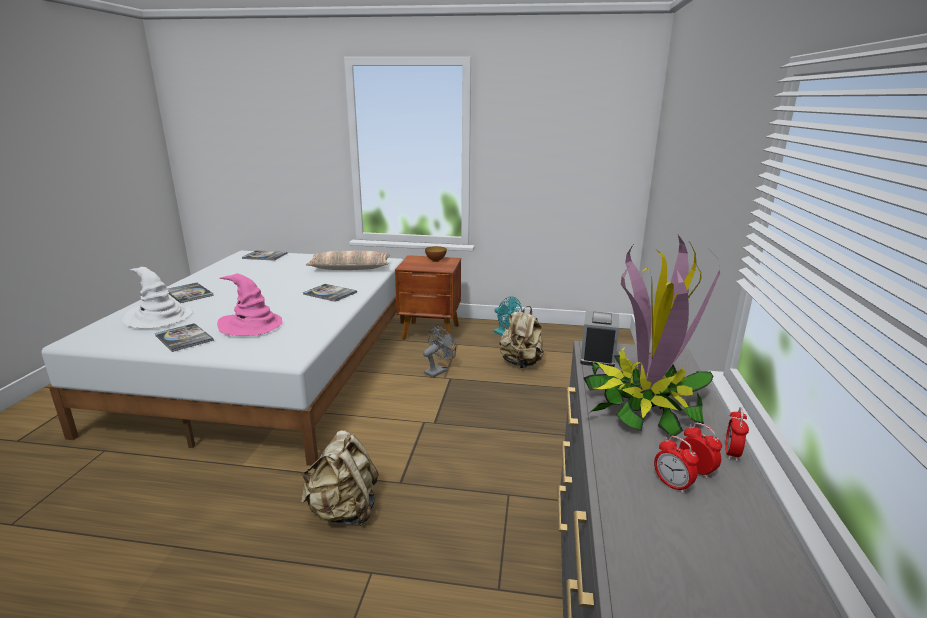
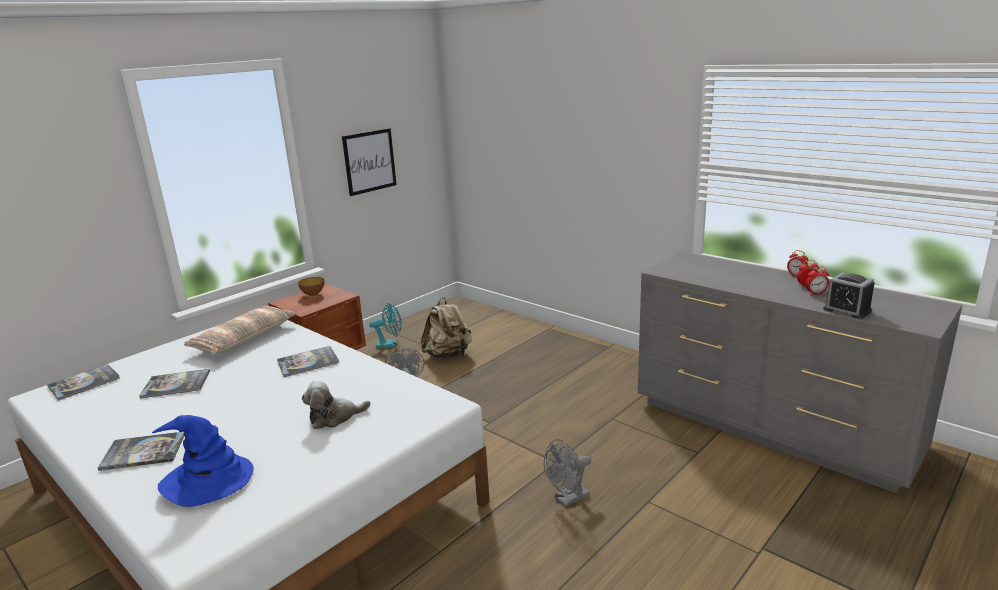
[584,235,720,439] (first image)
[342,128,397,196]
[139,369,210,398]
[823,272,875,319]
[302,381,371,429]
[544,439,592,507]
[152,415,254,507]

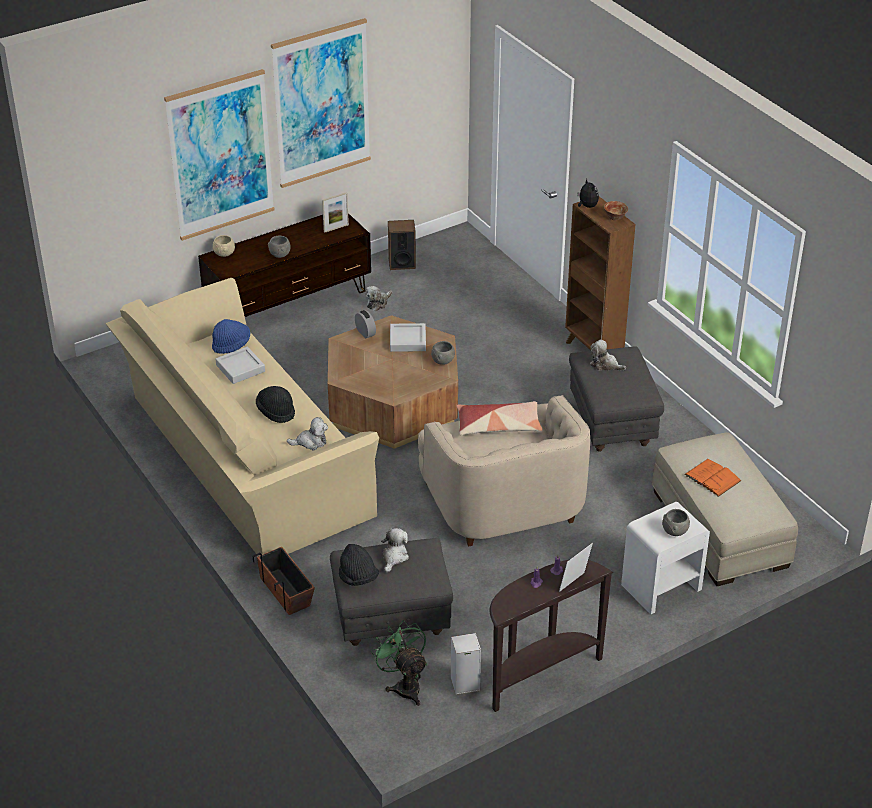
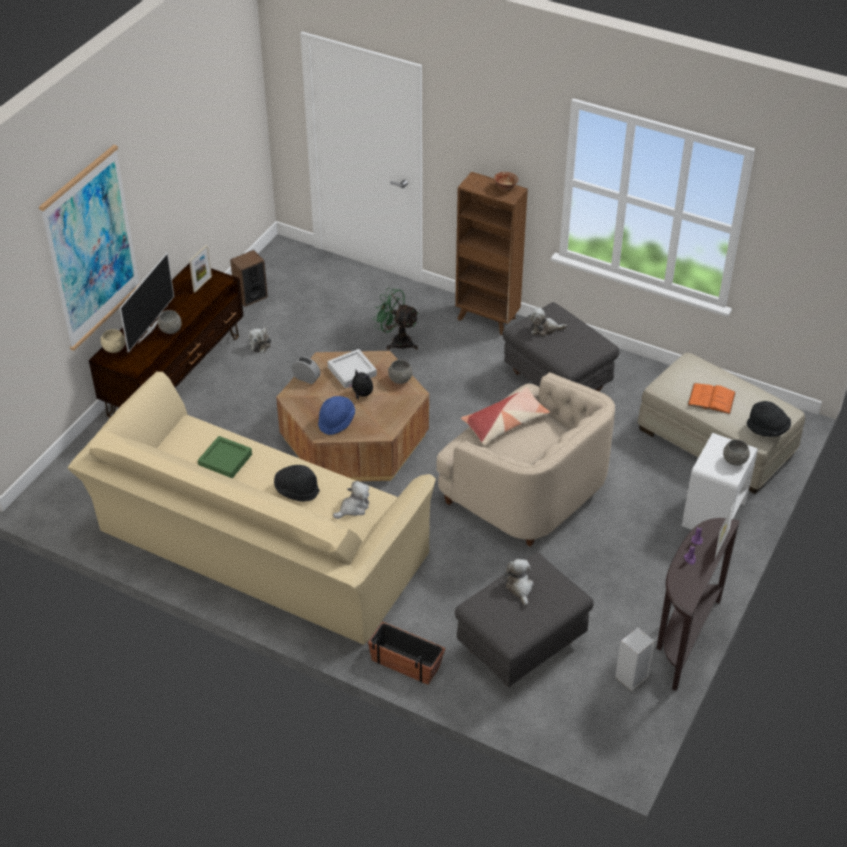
[271,18,371,188] (first image)
[120,253,174,353]
[318,396,355,435]
[747,401,791,437]
[373,288,419,350]
[348,370,373,400]
[198,436,252,479]

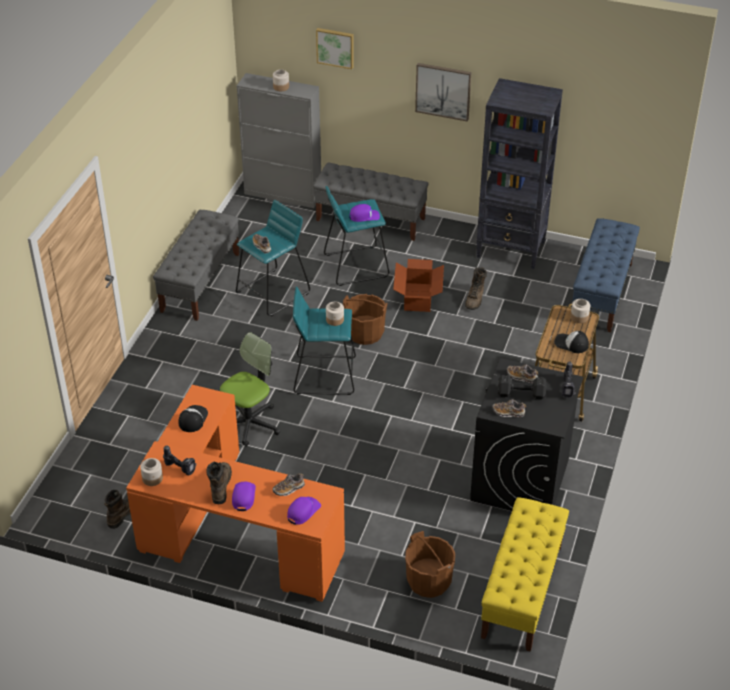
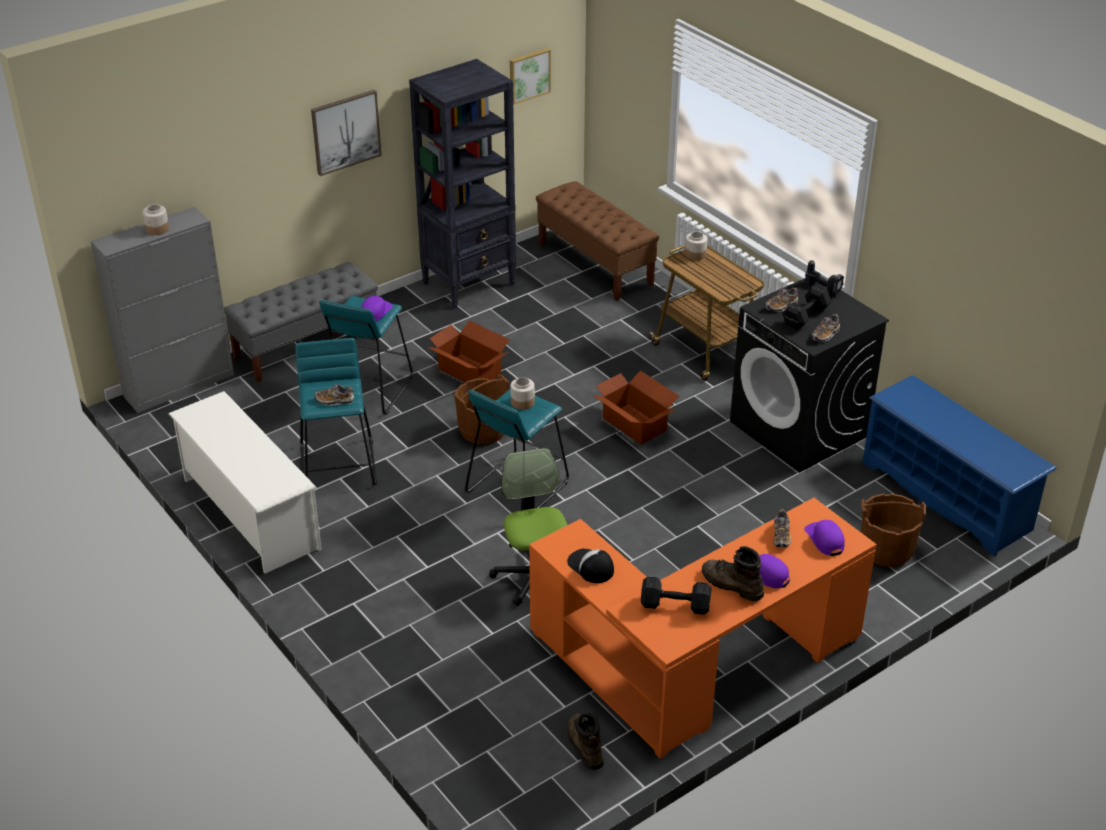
[140,458,163,486] (first image)
[465,267,487,310] (first image)
[554,331,589,353] (first image)
[592,370,679,445]
[510,48,551,104]
[169,391,322,574]
[641,576,711,615]
[862,375,1057,557]
[536,181,659,301]

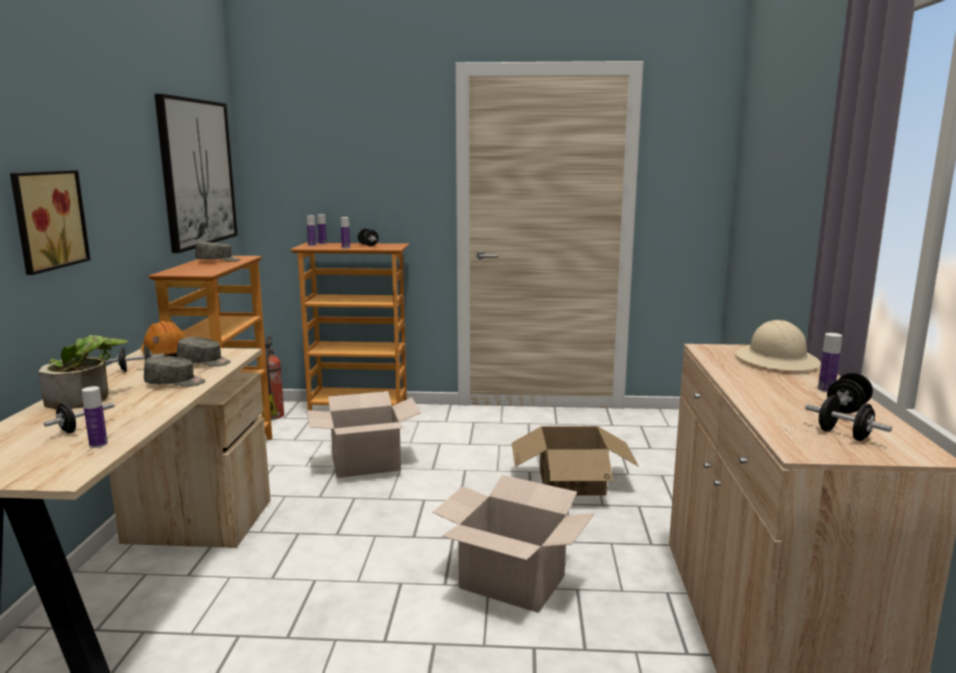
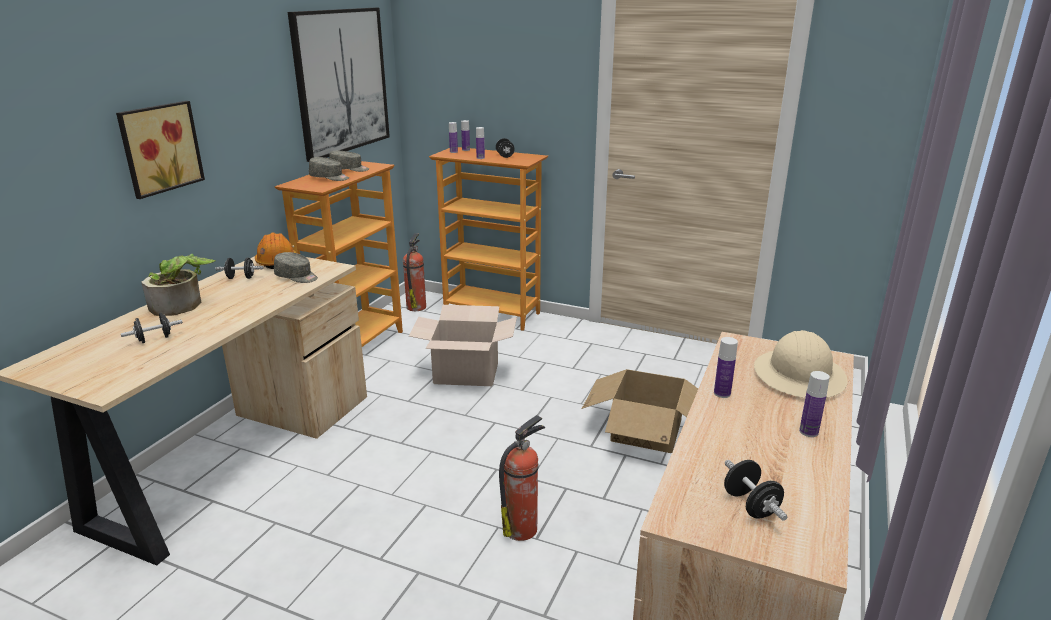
[827,373,873,413] (first image)
[714,337,738,398]
[309,157,349,181]
[499,415,545,541]

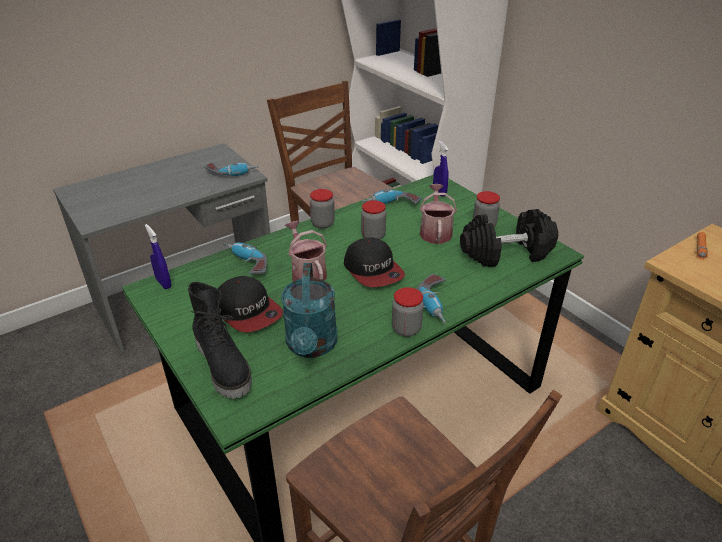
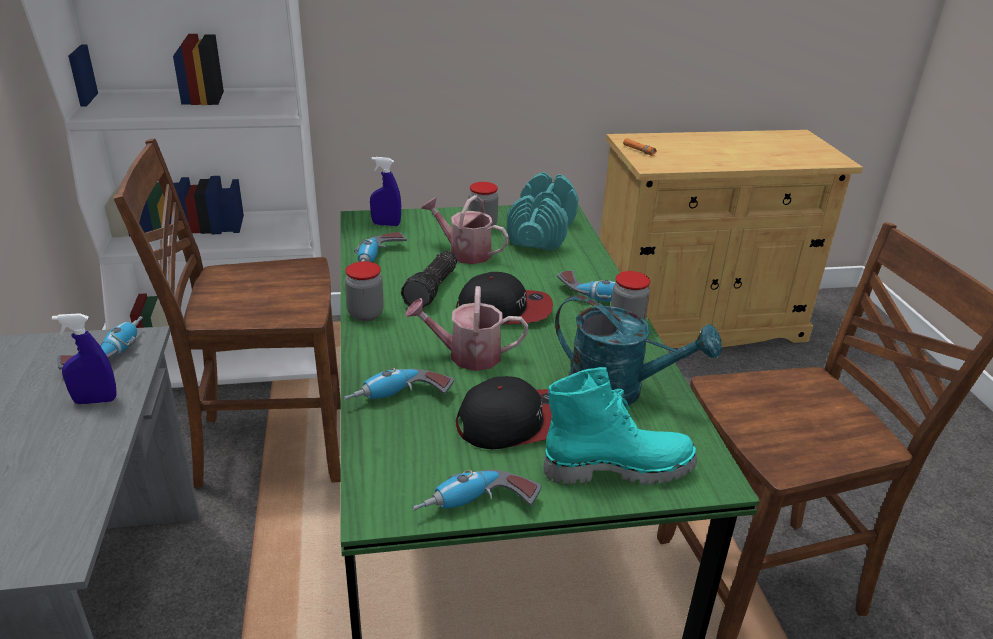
[413,470,541,511]
[52,313,117,405]
[401,251,457,308]
[544,367,697,485]
[507,172,579,251]

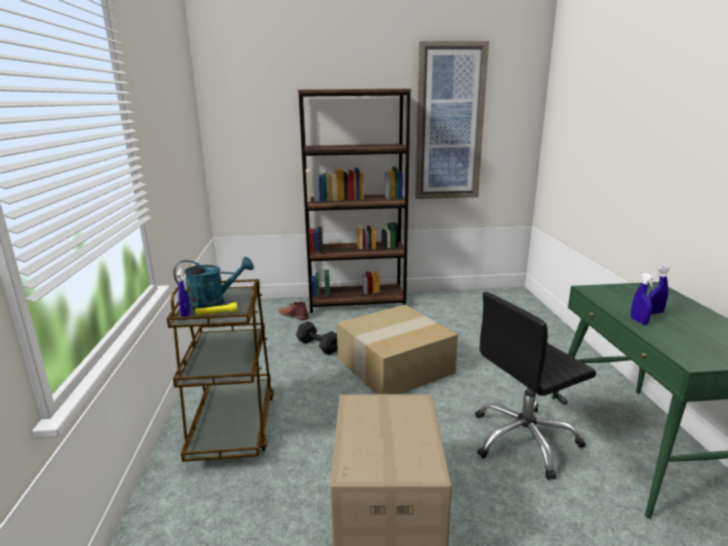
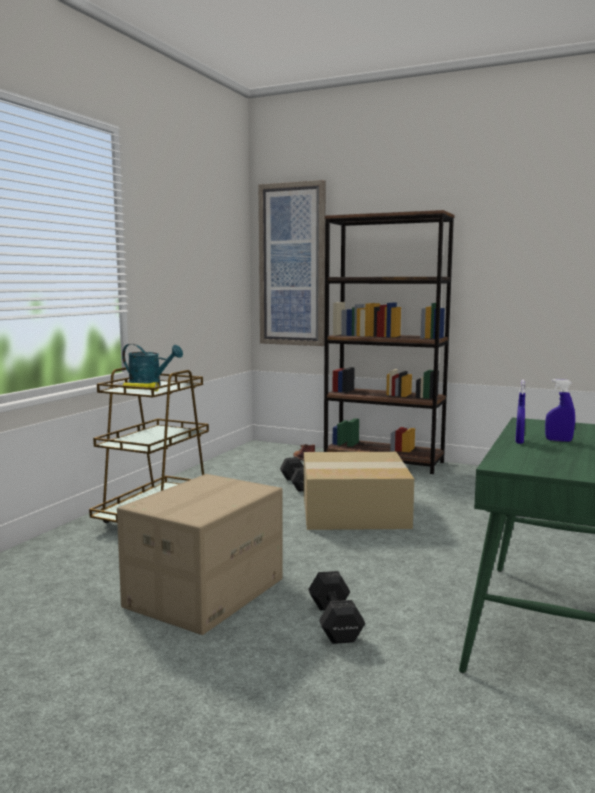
[177,268,190,320] (first image)
[475,292,596,480] (first image)
[308,571,365,644]
[258,180,326,346]

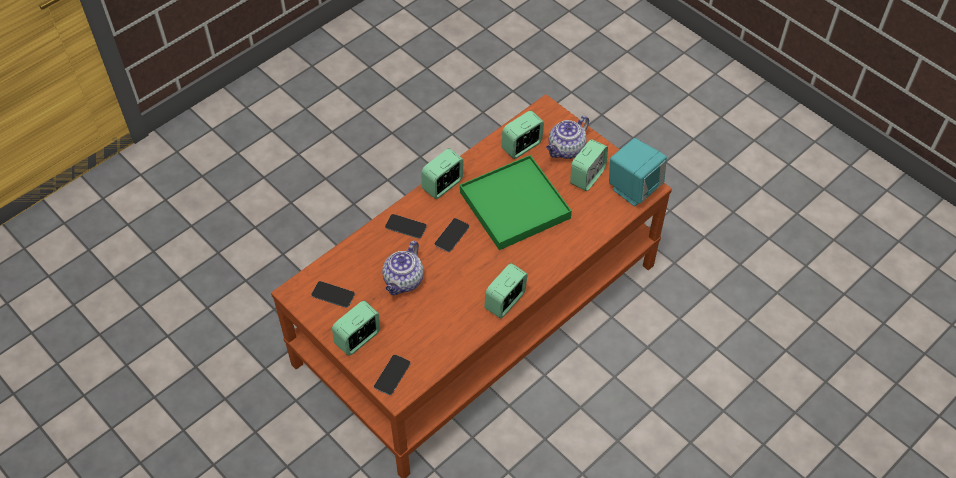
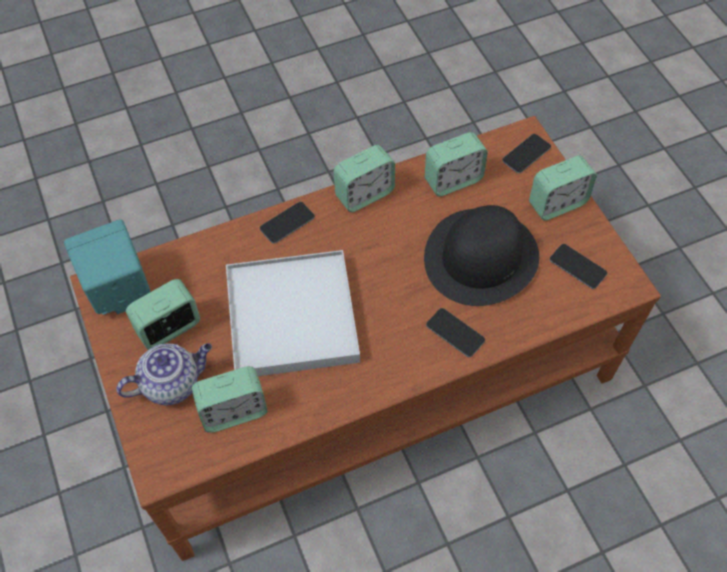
[425,132,488,196]
[260,202,315,244]
[424,205,539,306]
[226,250,360,376]

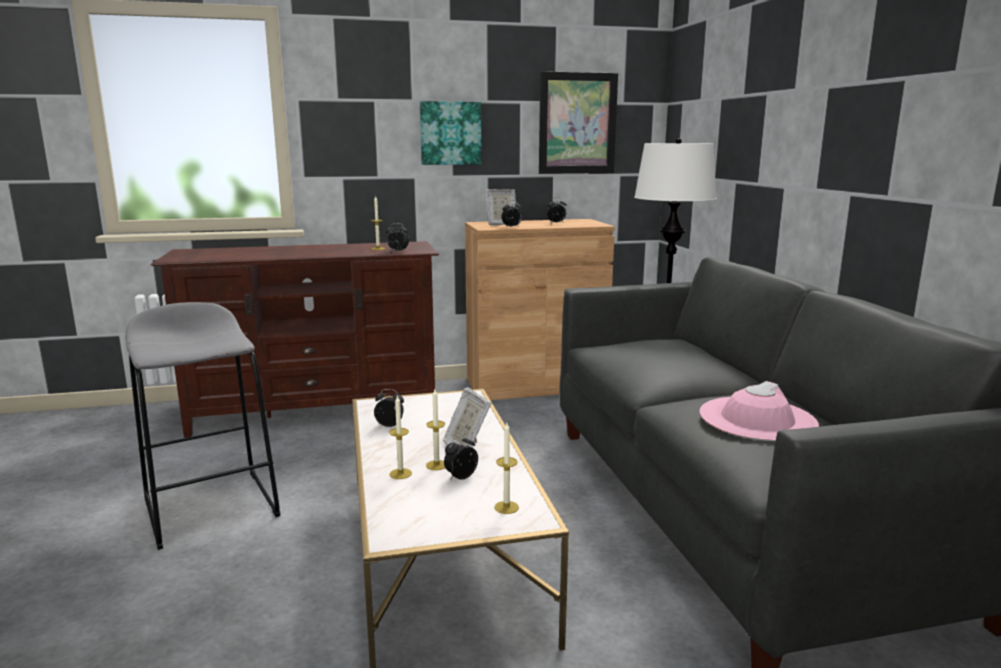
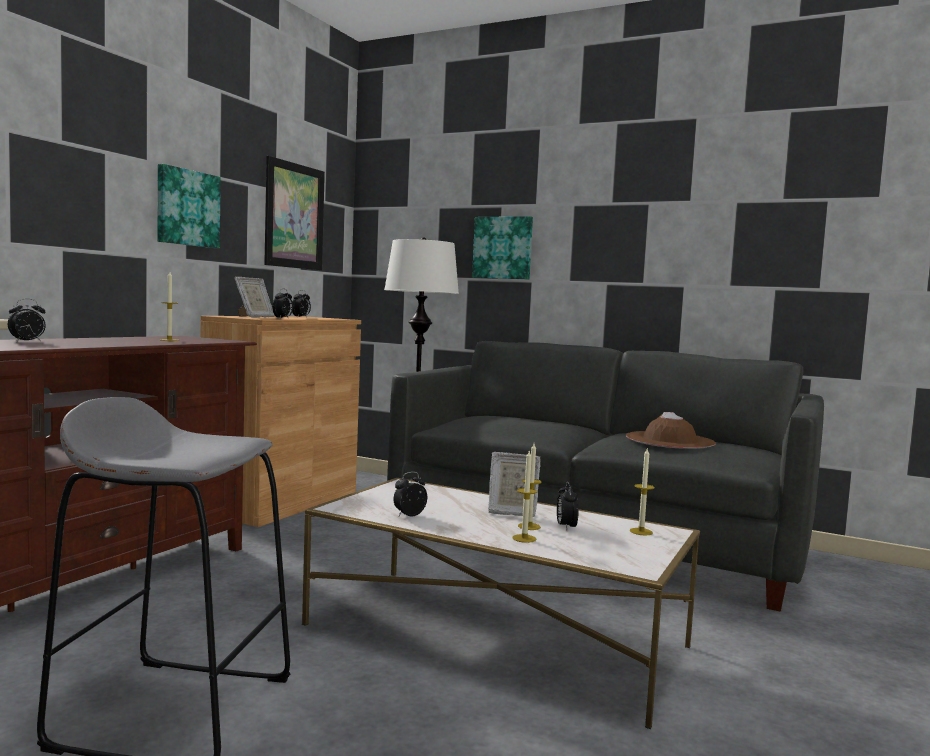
[472,216,533,279]
[8,299,45,342]
[626,412,716,449]

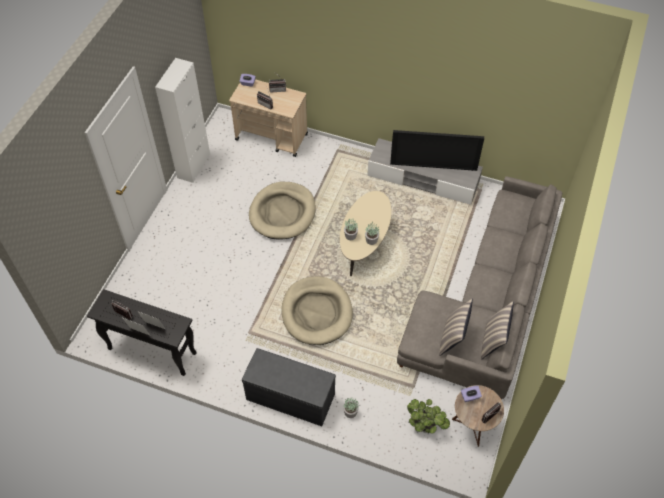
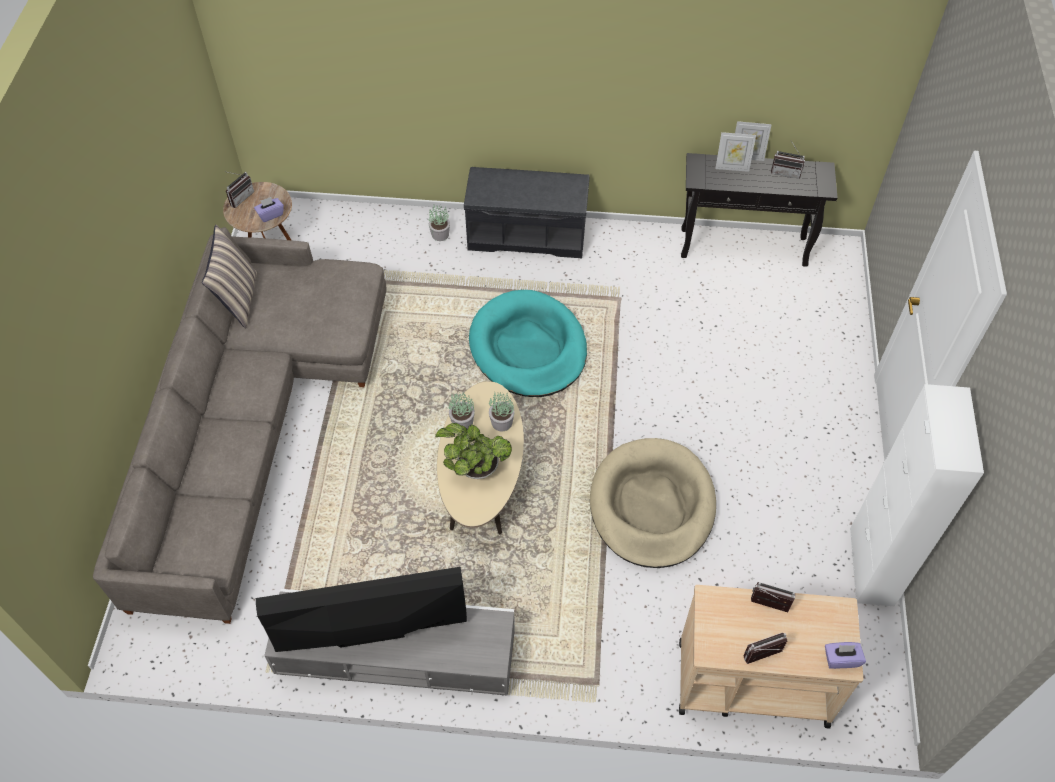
[439,299,473,356] (first image)
[435,423,512,479]
[469,290,587,397]

